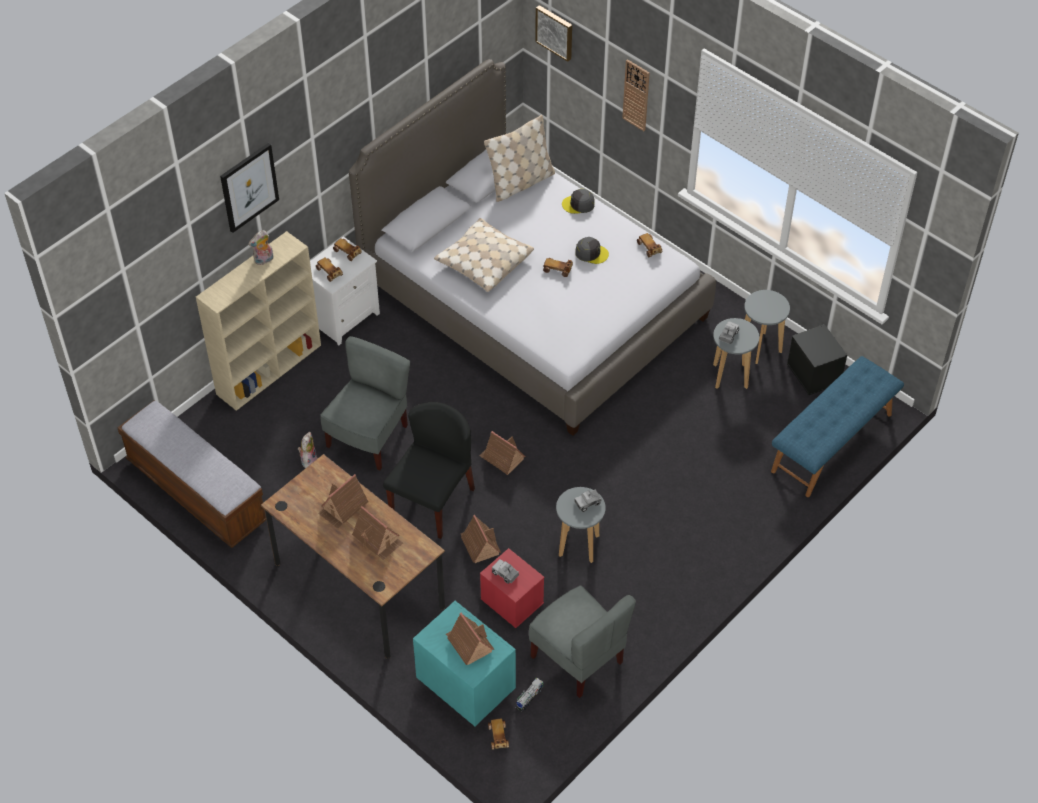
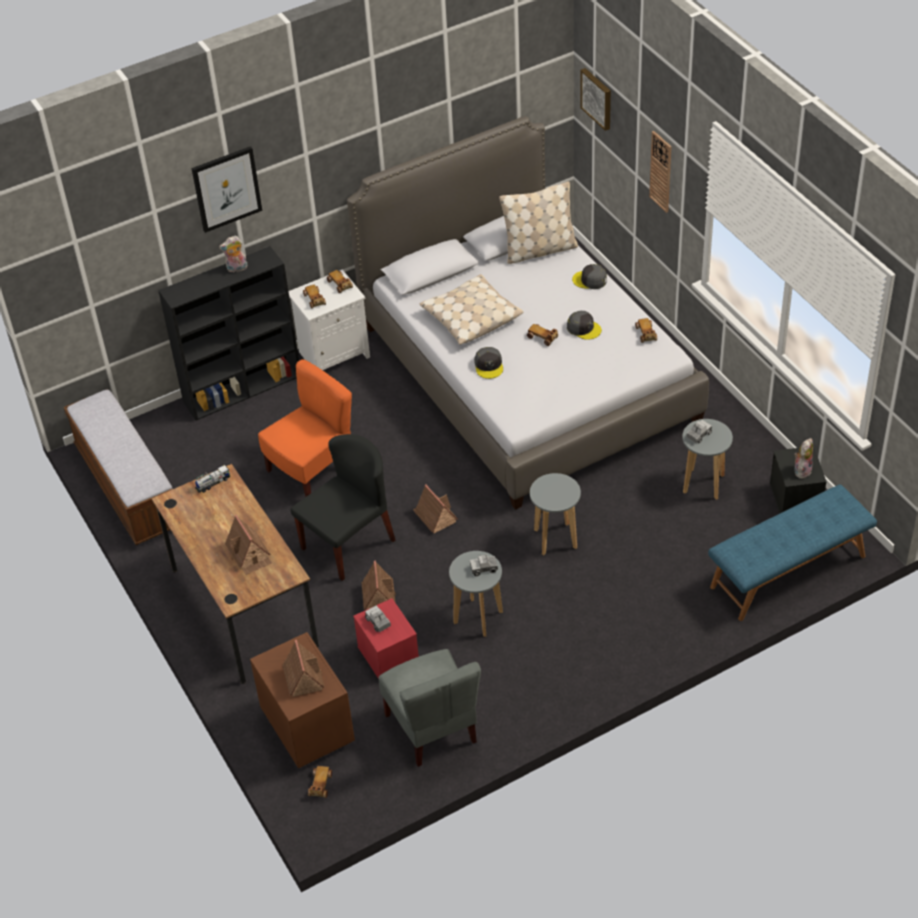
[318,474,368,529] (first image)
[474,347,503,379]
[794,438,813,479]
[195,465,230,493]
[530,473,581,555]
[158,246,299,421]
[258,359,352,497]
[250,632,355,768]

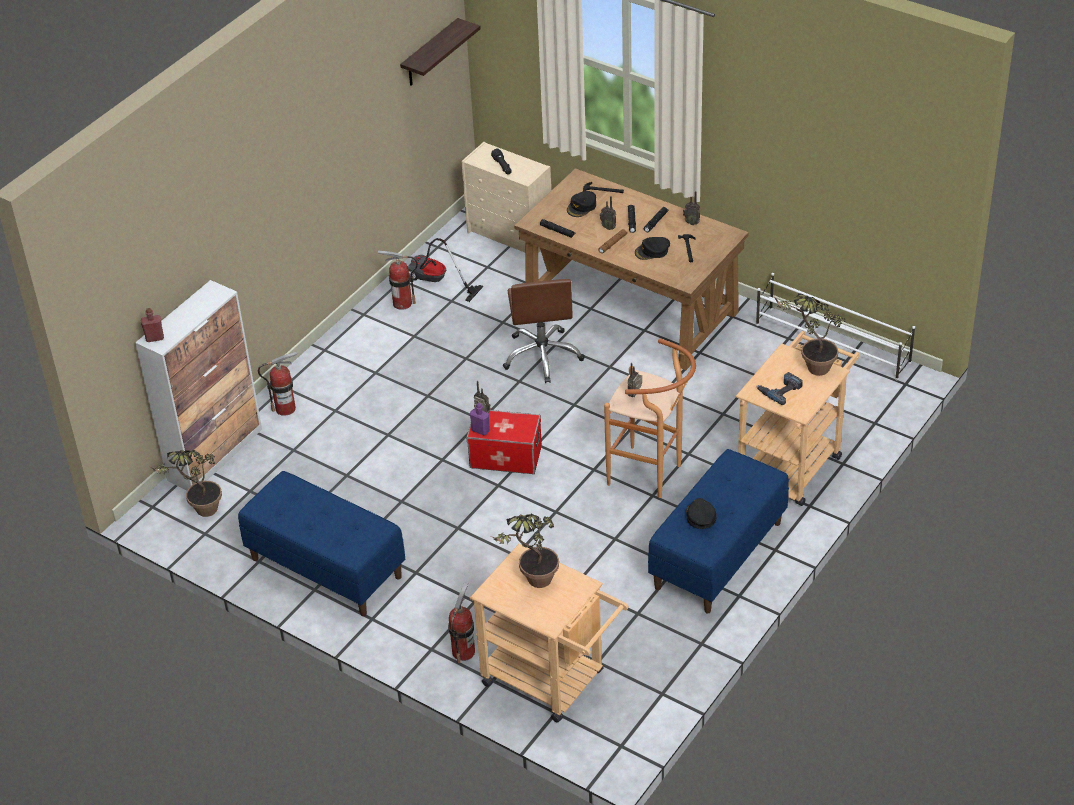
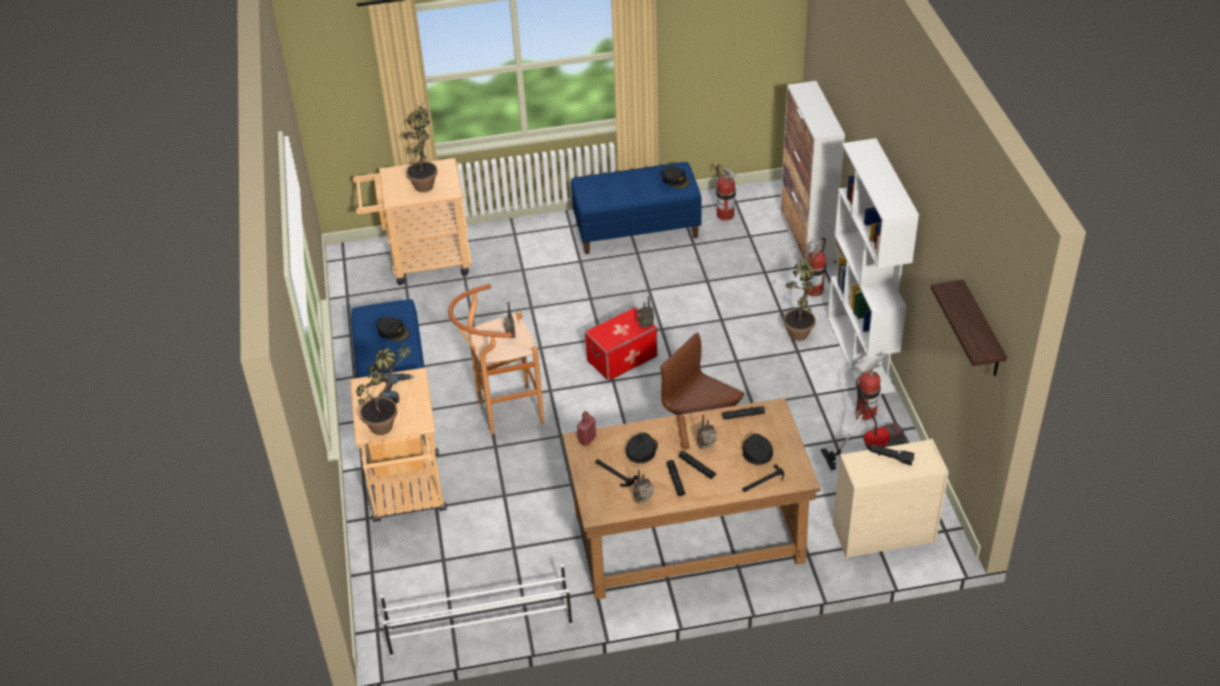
[470,403,490,435] (first image)
[662,166,690,189]
[827,138,919,394]
[577,411,596,446]
[784,248,816,341]
[716,164,737,221]

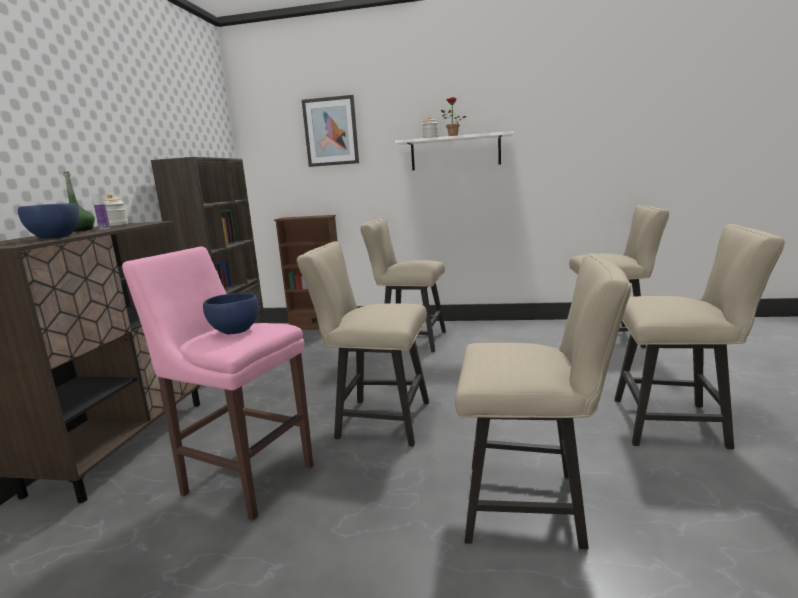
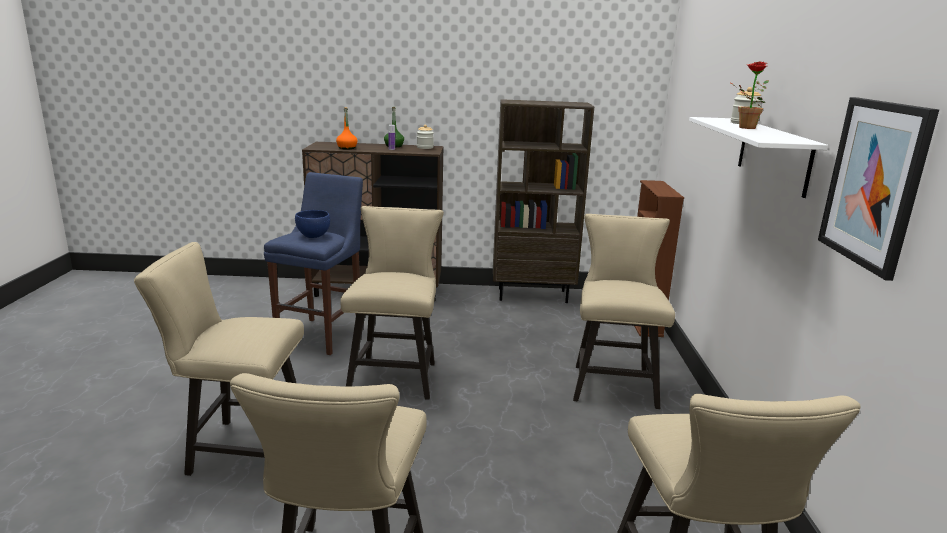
[818,97,939,281]
[336,107,357,150]
[264,172,363,355]
[134,242,304,476]

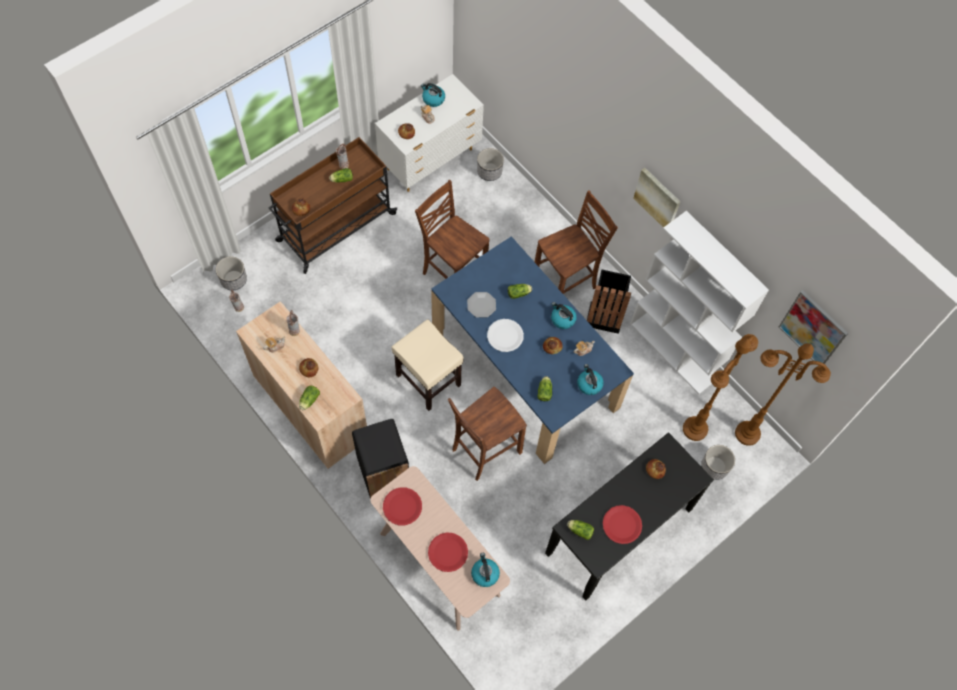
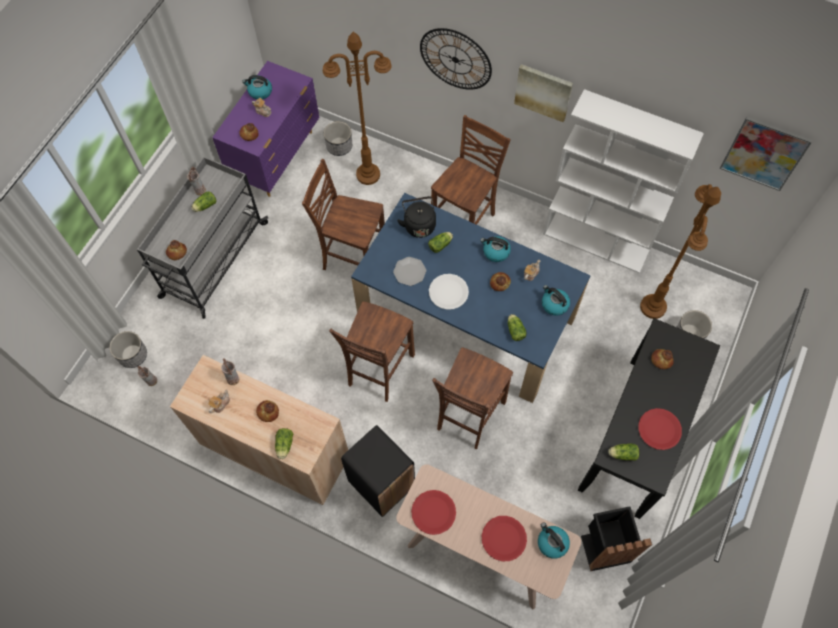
[397,196,436,238]
[420,28,492,90]
[581,506,652,571]
[323,32,392,185]
[329,301,415,402]
[137,156,268,319]
[212,61,320,197]

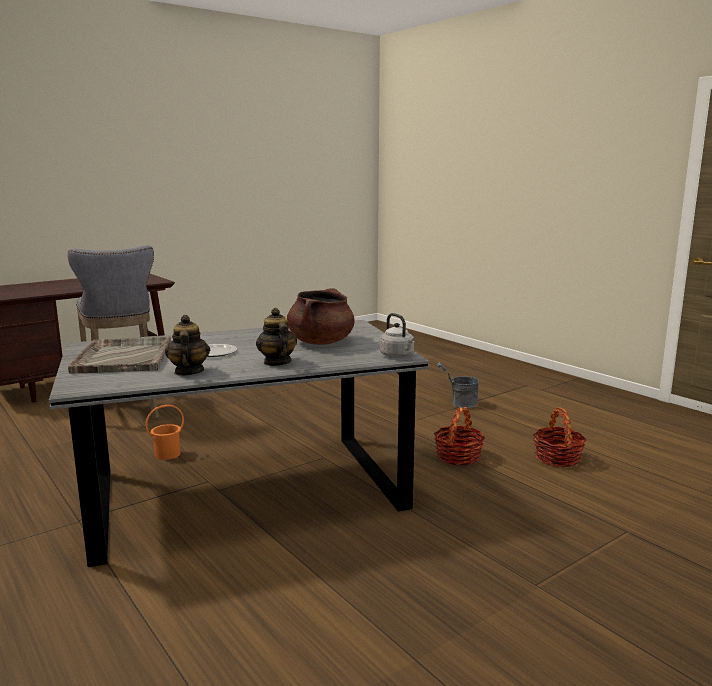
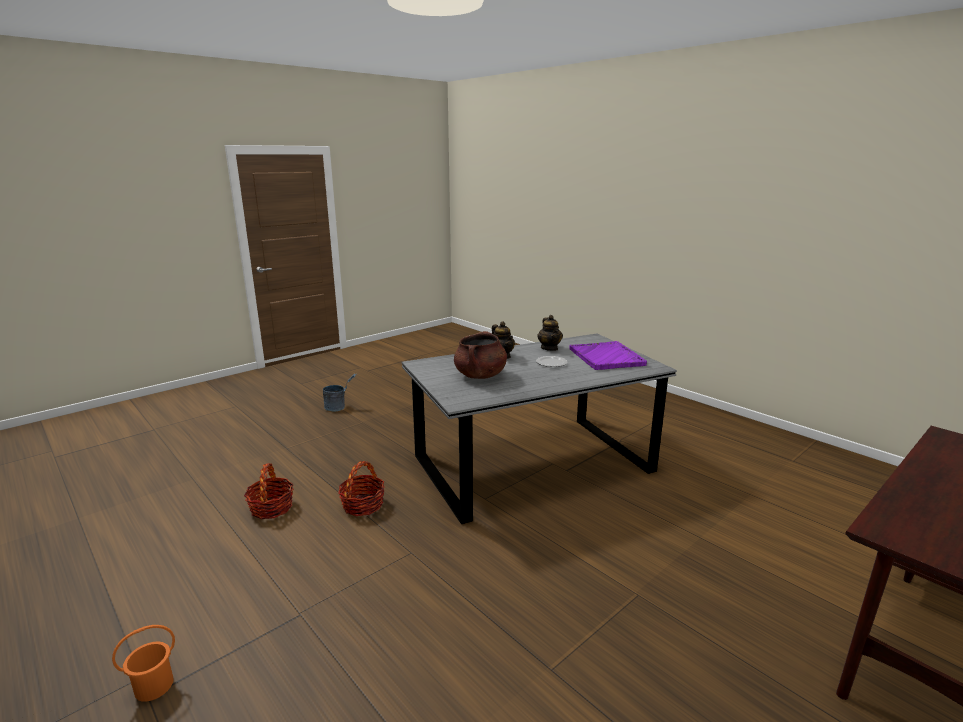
[67,245,159,418] (first image)
[380,313,415,358] (first image)
[112,625,175,702]
[323,374,357,412]
[570,341,647,370]

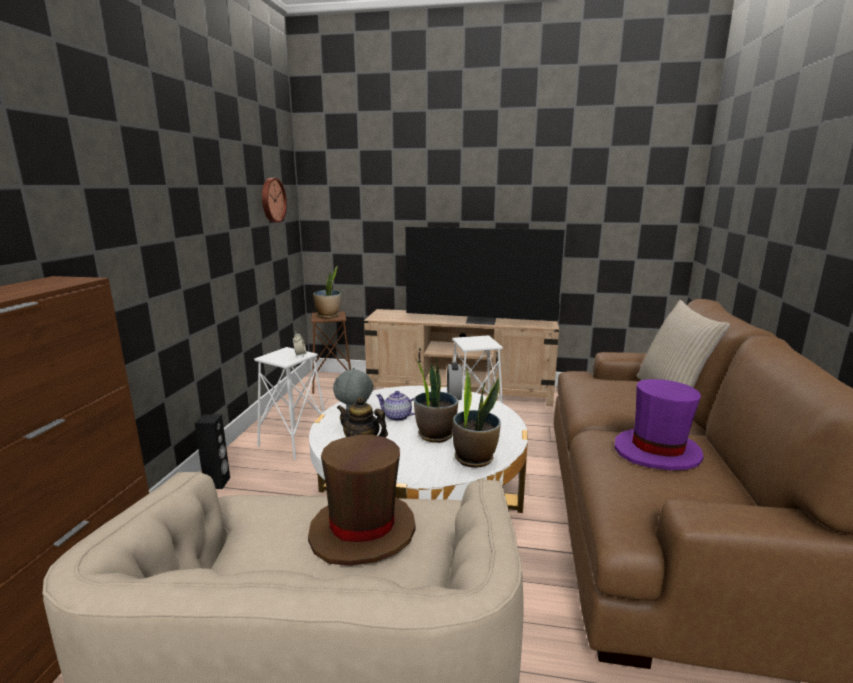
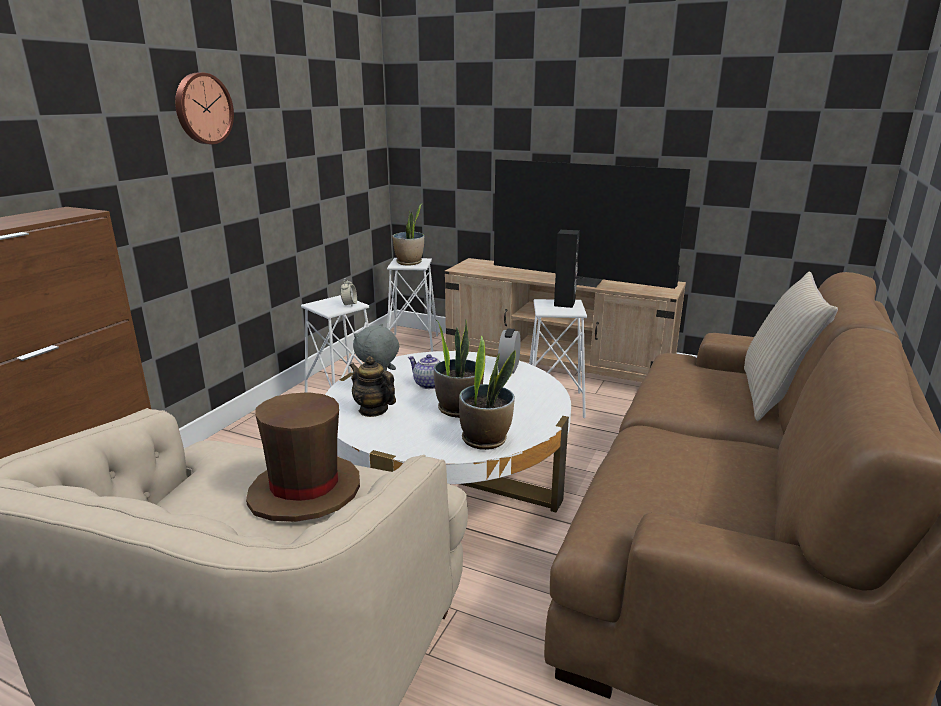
[614,379,704,470] (first image)
[554,230,580,308]
[175,73,234,144]
[387,258,438,352]

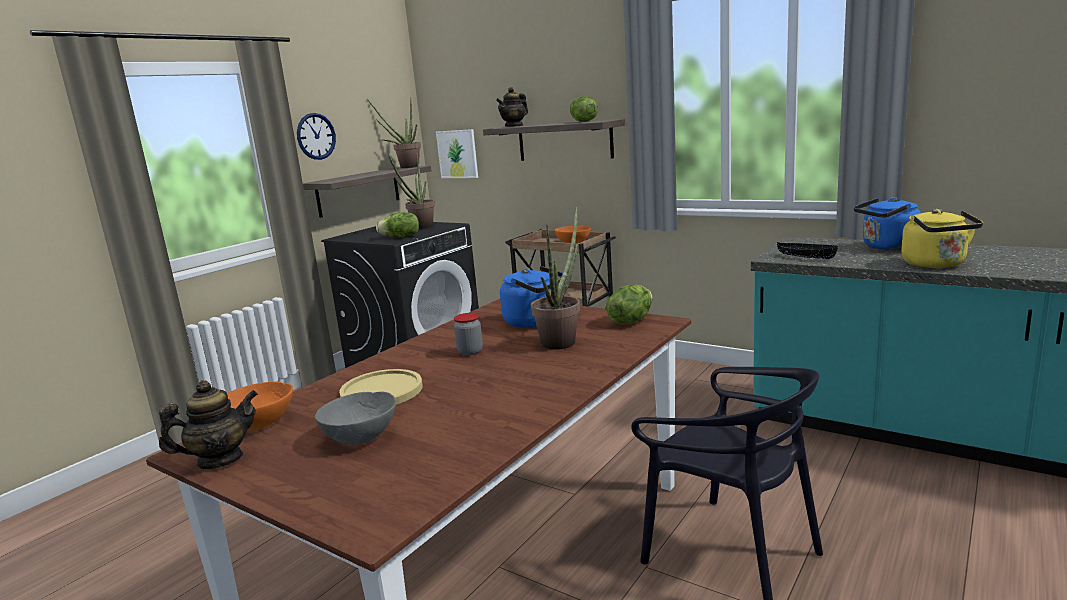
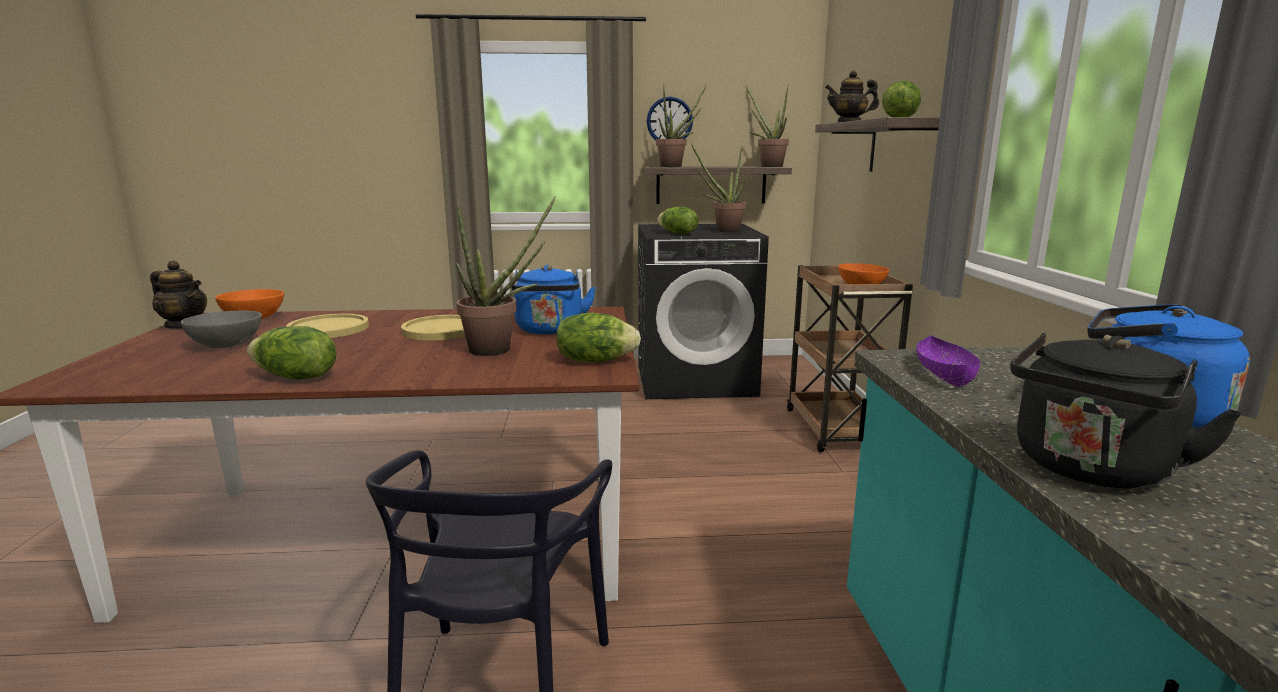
[436,129,478,178] (first image)
[247,326,337,380]
[656,84,707,167]
[401,315,465,341]
[916,335,981,387]
[1010,333,1243,489]

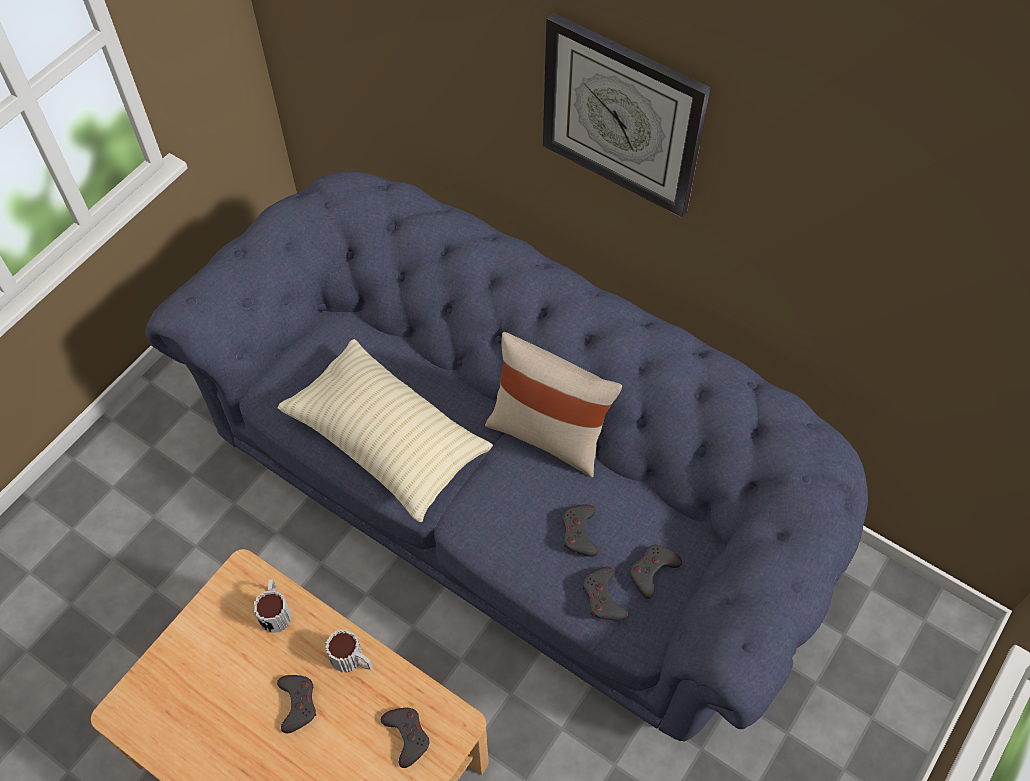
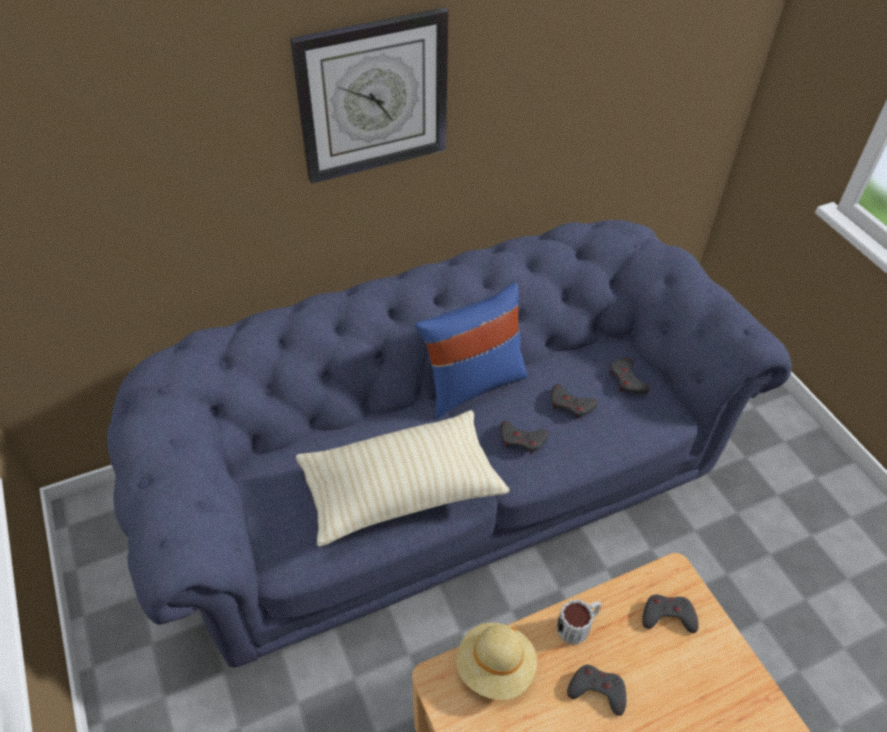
[500,421,548,454]
[456,623,537,700]
[415,283,528,419]

